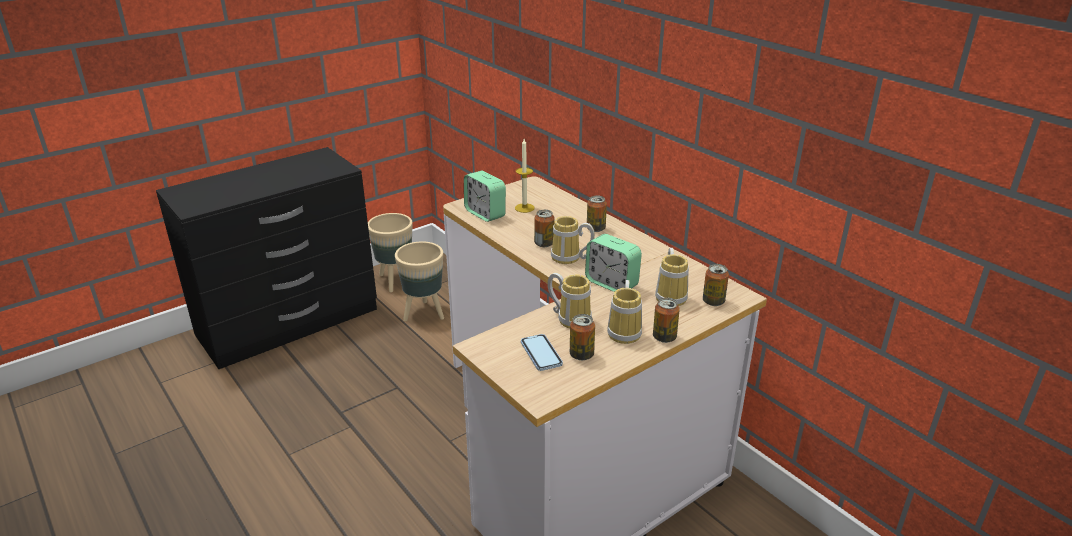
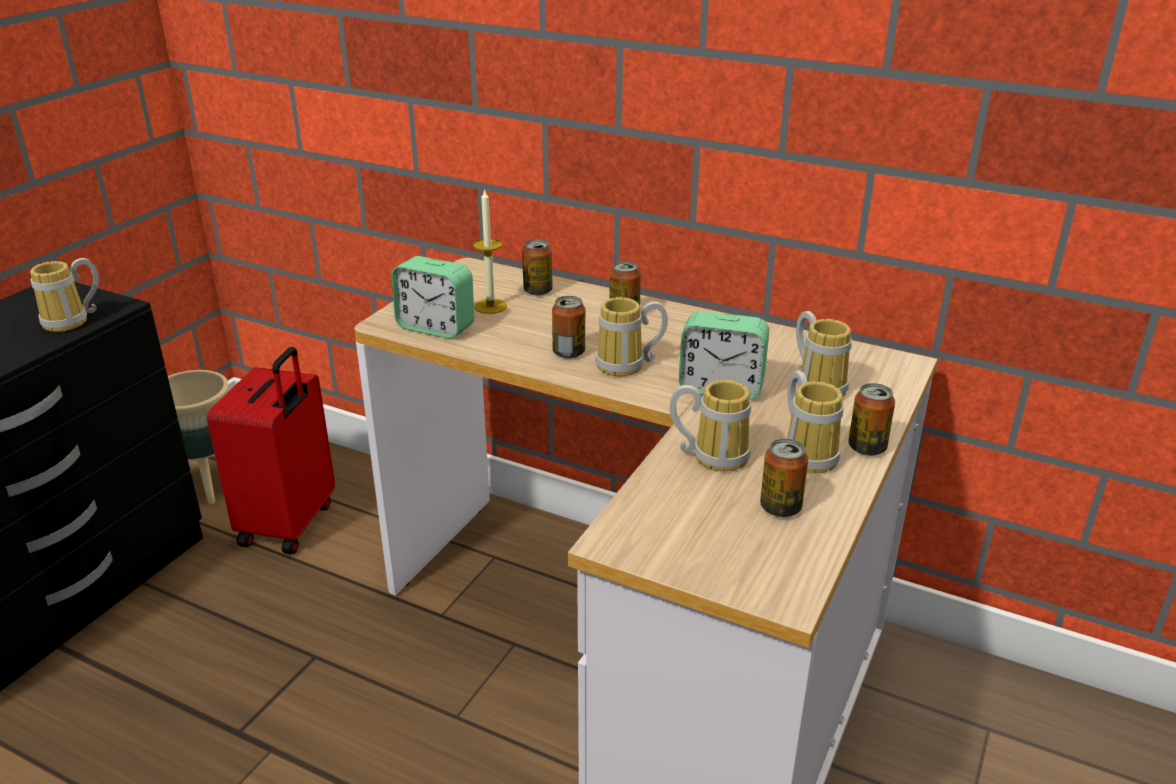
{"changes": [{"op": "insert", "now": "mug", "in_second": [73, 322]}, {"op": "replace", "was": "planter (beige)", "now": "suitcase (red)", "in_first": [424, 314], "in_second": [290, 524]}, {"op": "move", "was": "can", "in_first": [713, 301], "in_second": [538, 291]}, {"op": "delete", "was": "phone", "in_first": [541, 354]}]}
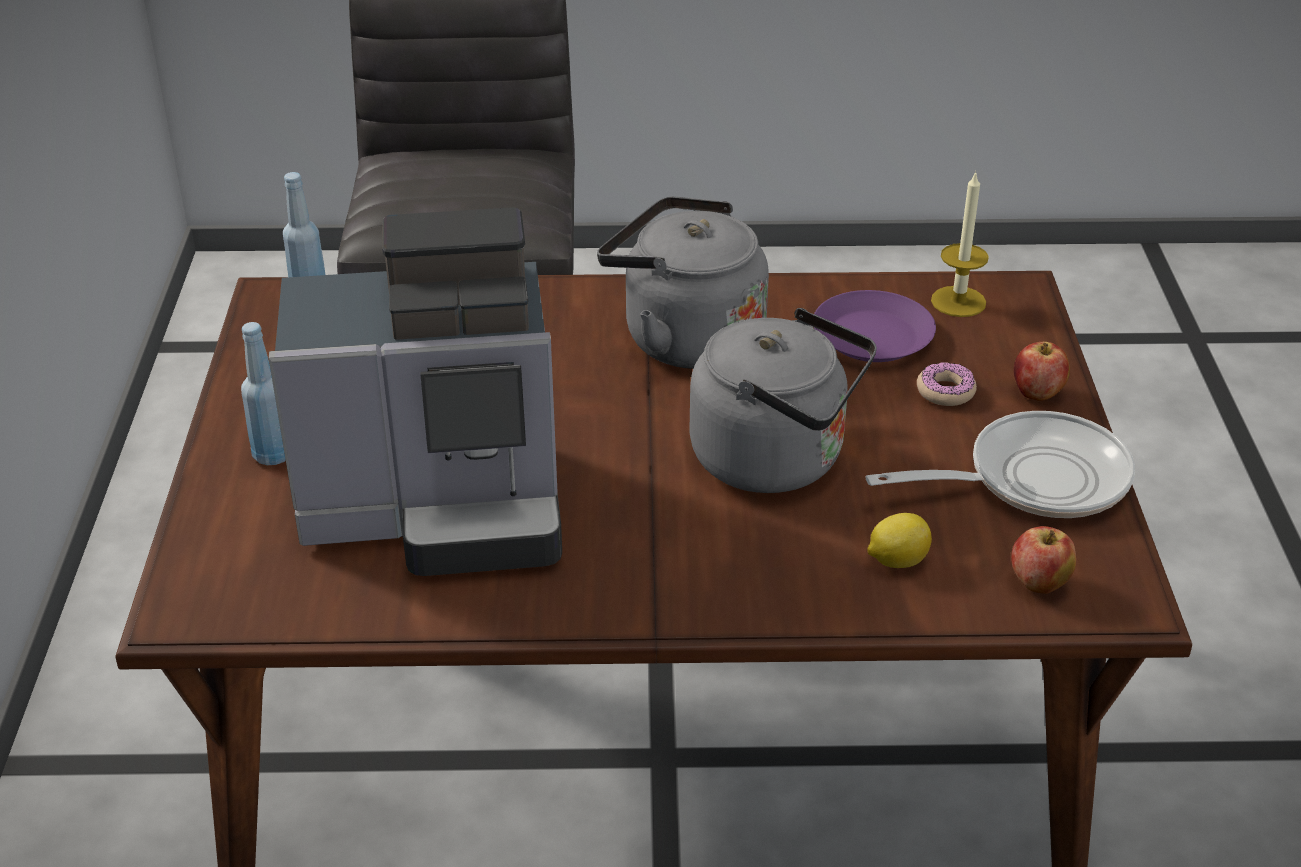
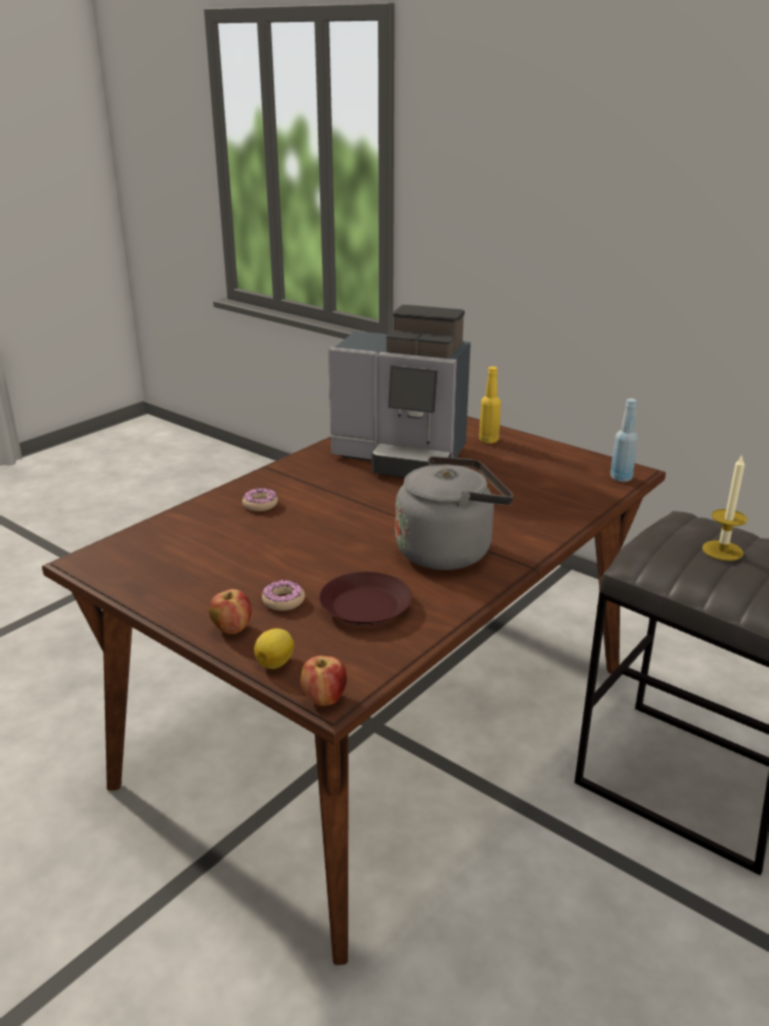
{"changes": [{"op": "insert", "now": "donut", "in_second": [260, 504]}, {"op": "move", "was": "lemon", "in_first": [896, 560], "in_second": [276, 663]}, {"op": "move", "was": "apple", "in_first": [1038, 584], "in_second": [324, 698]}, {"op": "recolor", "was": "plate (purple)", "now": "plate (brown)", "in_first": [872, 336], "in_second": [366, 606]}, {"op": "rotate", "was": "coffee machine", "in_first": [441, 507], "in_second": [403, 457], "clockwise": -105}, {"op": "recolor", "was": "bottle (blue)", "now": "bottle (yellow)", "in_first": [272, 455], "in_second": [488, 440]}, {"op": "move", "was": "candle", "in_first": [958, 301], "in_second": [722, 550]}, {"op": "delete", "was": "kettle (grey)", "in_first": [777, 460]}, {"op": "delete", "was": "frying pan", "in_first": [1033, 479]}]}
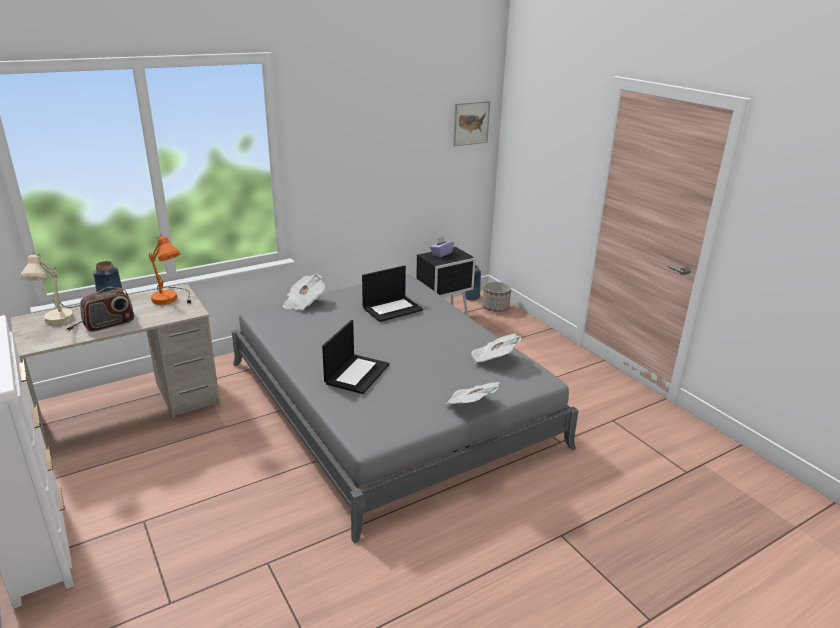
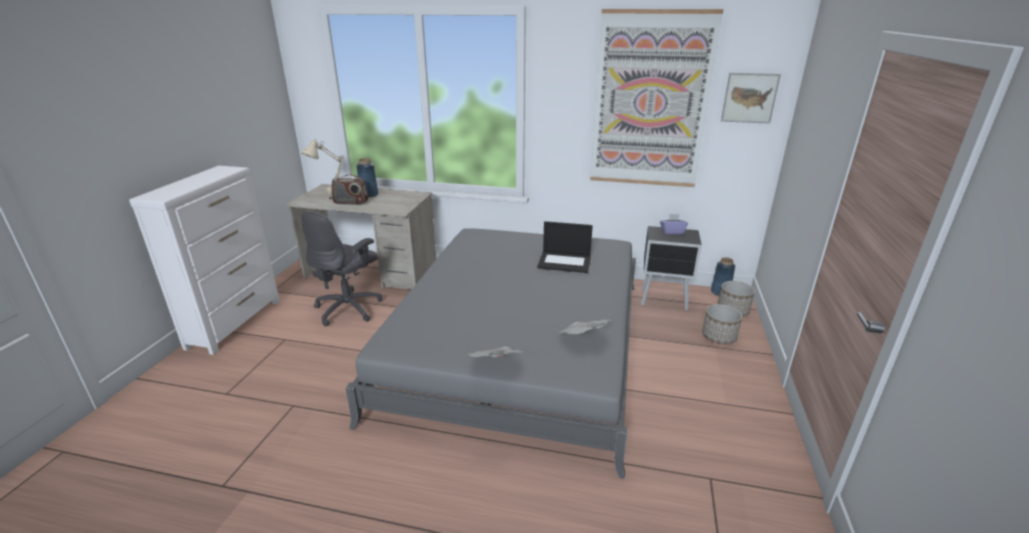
{"changes": [{"op": "insert", "now": "office chair (grey)", "in_second": [349, 308]}, {"op": "insert", "now": "picture", "in_second": [650, 102]}, {"op": "insert", "now": "planter", "in_second": [719, 336]}, {"op": "delete", "was": "table lamp (orange)", "in_first": [173, 299]}, {"op": "delete", "was": "newspaper", "in_first": [303, 303]}, {"op": "delete", "was": "laptop", "in_first": [357, 373]}]}
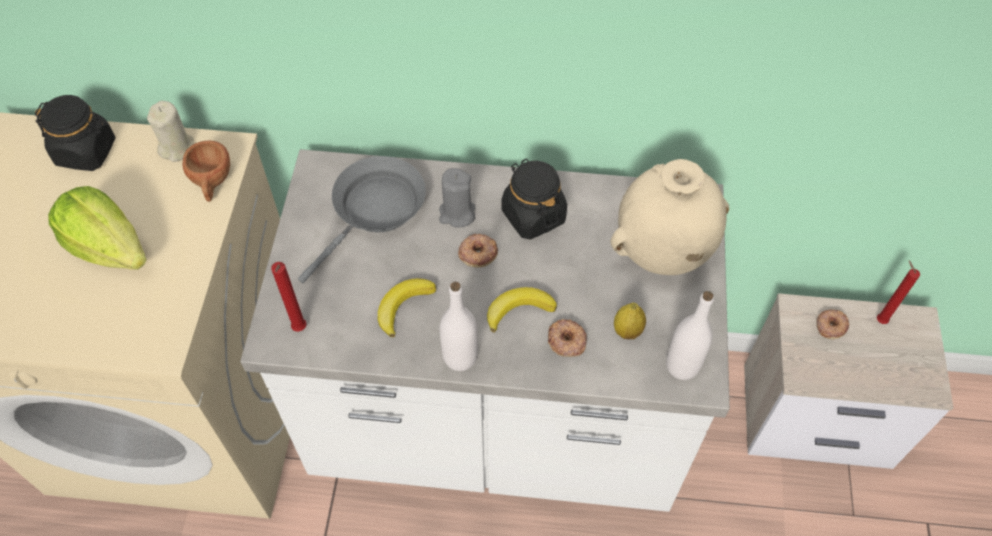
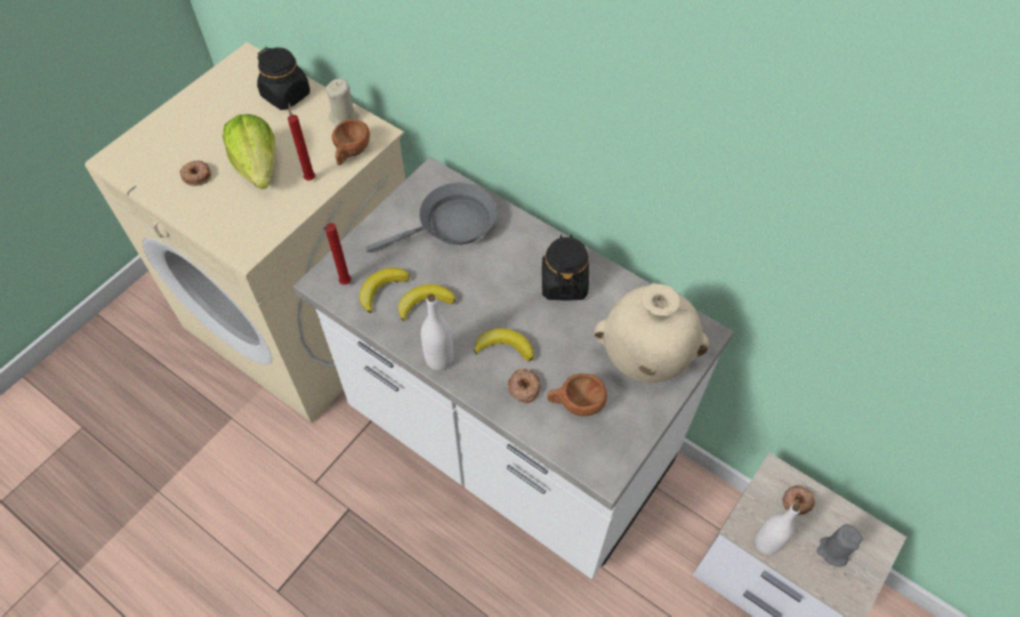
{"changes": [{"op": "move", "was": "donut", "in_first": [477, 252], "in_second": [196, 175]}, {"op": "move", "was": "candle (red)", "in_first": [879, 319], "in_second": [310, 178]}, {"op": "insert", "now": "banana", "in_second": [382, 289]}, {"op": "replace", "was": "lemon", "now": "cup (brown)", "in_first": [627, 330], "in_second": [575, 404]}, {"op": "move", "was": "bottle (white)", "in_first": [682, 366], "in_second": [766, 543]}, {"op": "move", "was": "candle (grey)", "in_first": [457, 214], "in_second": [833, 551]}]}
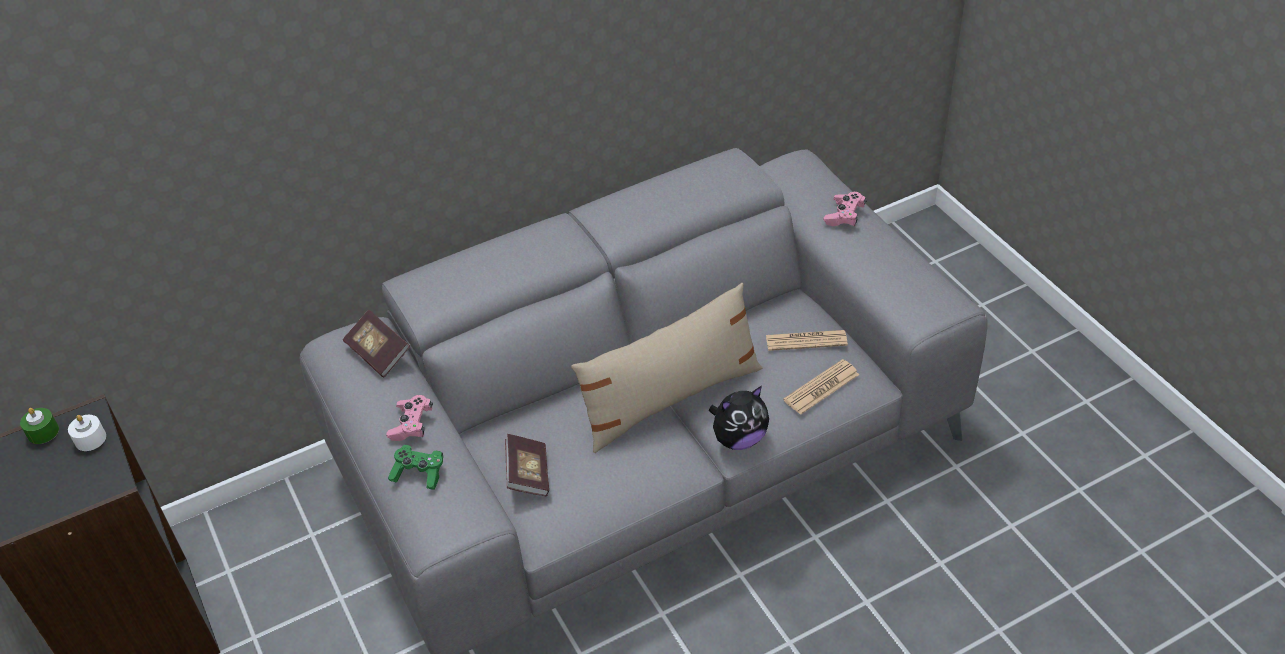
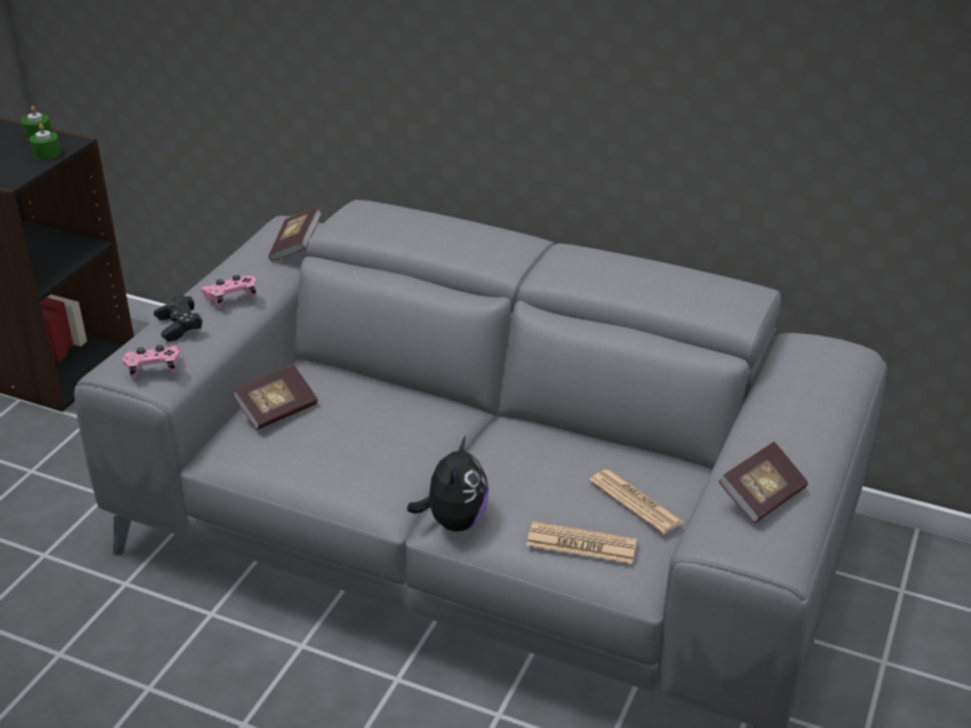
{"changes": [{"op": "recolor", "was": "candle (white)", "now": "candle (green)", "in_first": [90, 439], "in_second": [47, 153]}, {"op": "move", "was": "game controller (pink)", "in_first": [844, 216], "in_second": [153, 369]}, {"op": "recolor", "was": "game controller (green)", "now": "game controller (black)", "in_first": [419, 473], "in_second": [179, 326]}, {"op": "rotate", "was": "plush toy", "in_first": [739, 438], "in_second": [454, 521], "clockwise": -105}, {"op": "insert", "now": "book", "in_second": [761, 497]}, {"op": "delete", "was": "pillow (beige)", "in_first": [670, 399]}]}
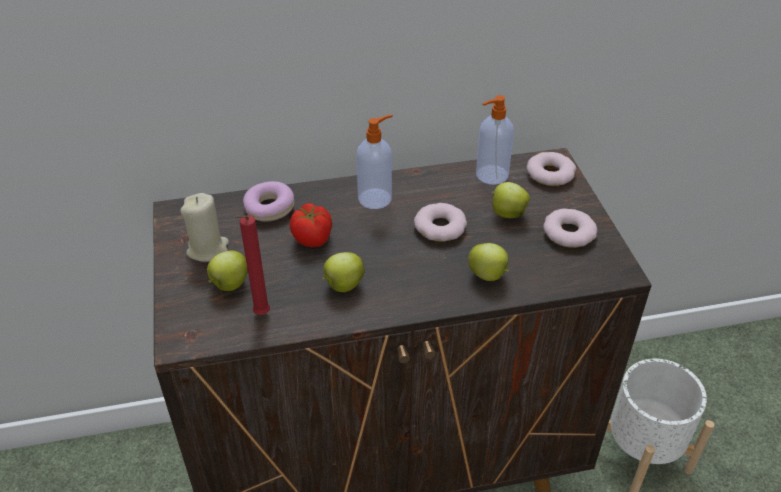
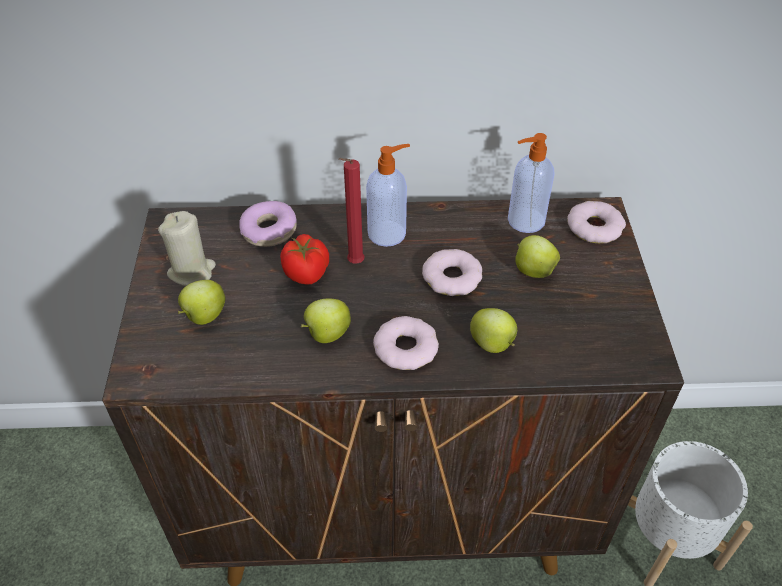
{"changes": [{"op": "move", "was": "candle (red)", "in_first": [260, 315], "in_second": [353, 264]}, {"op": "move", "was": "donut", "in_first": [568, 232], "in_second": [405, 348]}]}
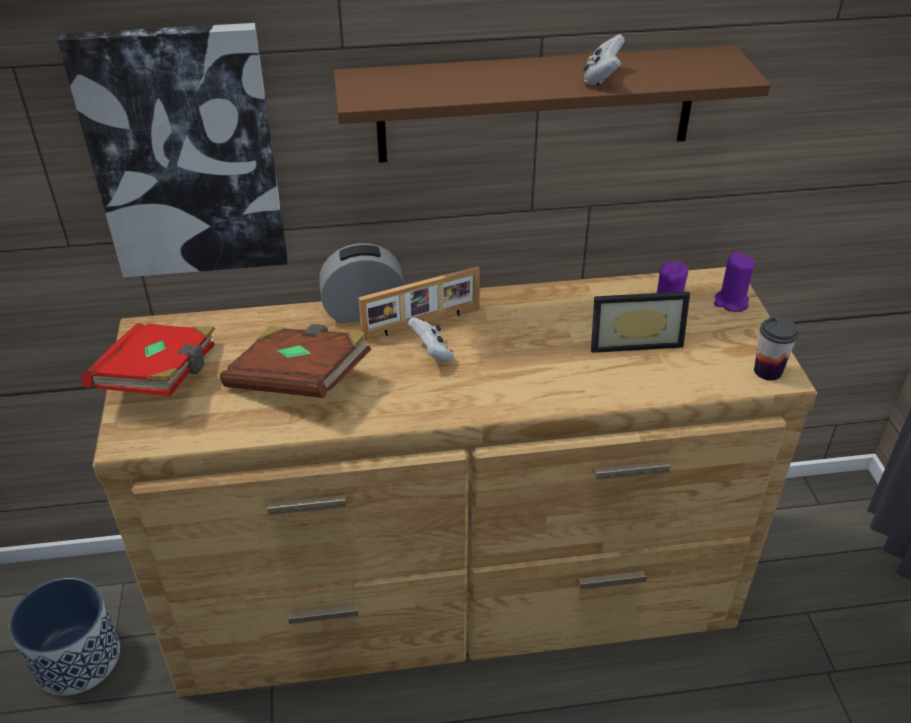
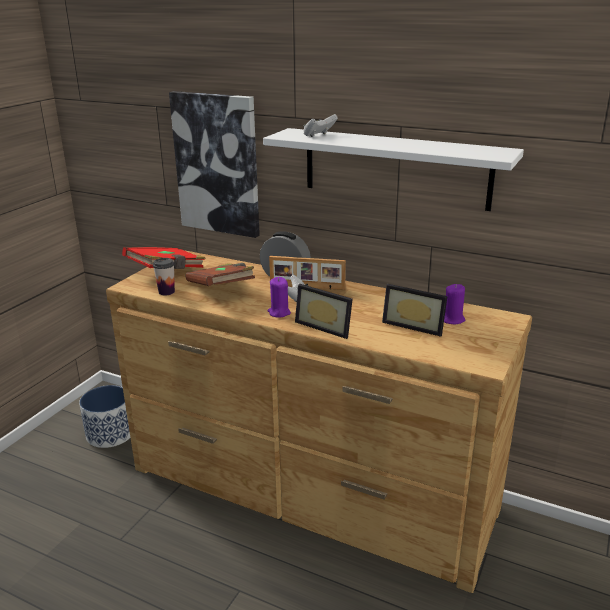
{"changes": [{"op": "move", "was": "cup", "in_first": [767, 371], "in_second": [166, 292]}, {"op": "recolor", "was": "shelf (brown)", "now": "shelf (white)", "in_first": [536, 105], "in_second": [395, 168]}, {"op": "move", "was": "candle (purple)", "in_first": [731, 302], "in_second": [279, 312]}, {"op": "insert", "now": "picture frame", "in_second": [326, 326]}, {"op": "move", "was": "game controller (white)", "in_first": [601, 78], "in_second": [319, 135]}]}
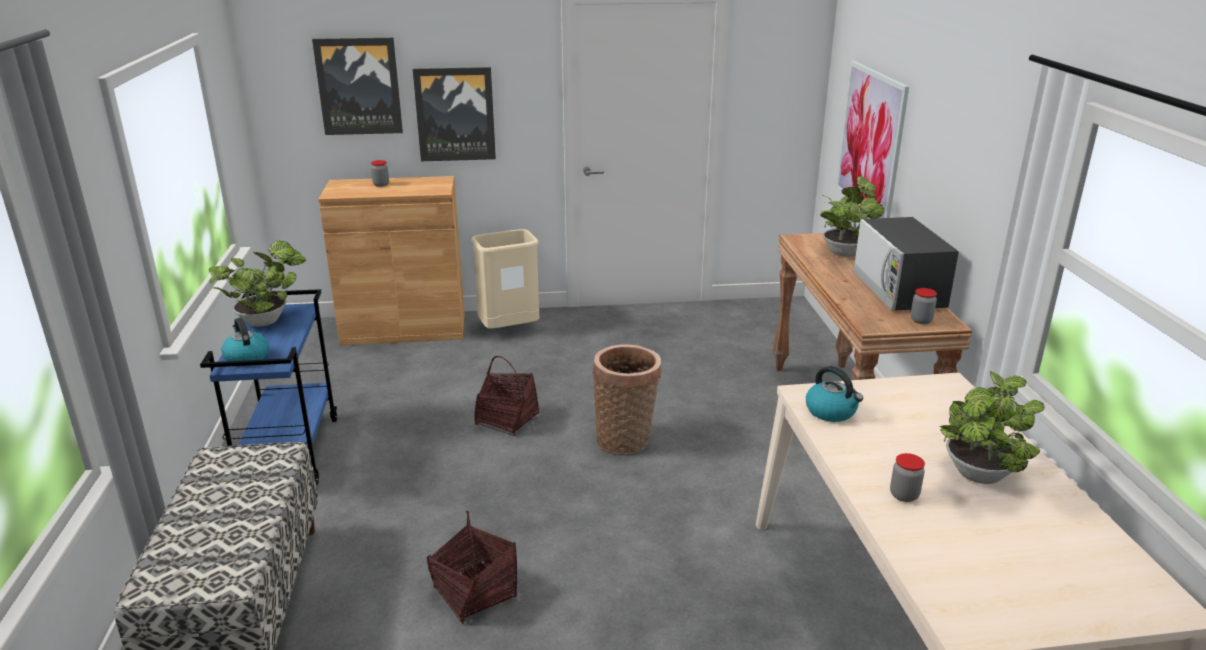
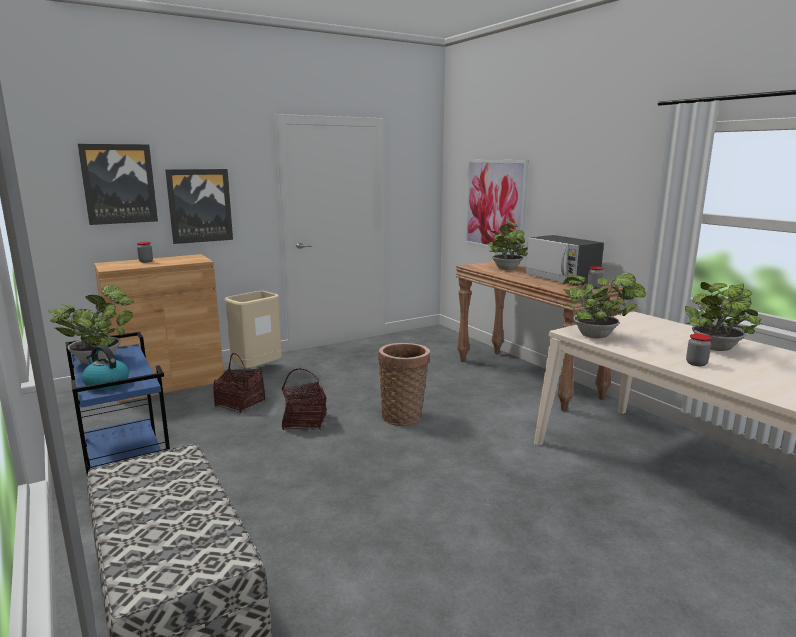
{"changes": [{"op": "move", "was": "basket", "in_first": [475, 592], "in_second": [240, 403]}, {"op": "replace", "was": "kettle", "now": "potted plant", "in_first": [831, 411], "in_second": [598, 336]}]}
